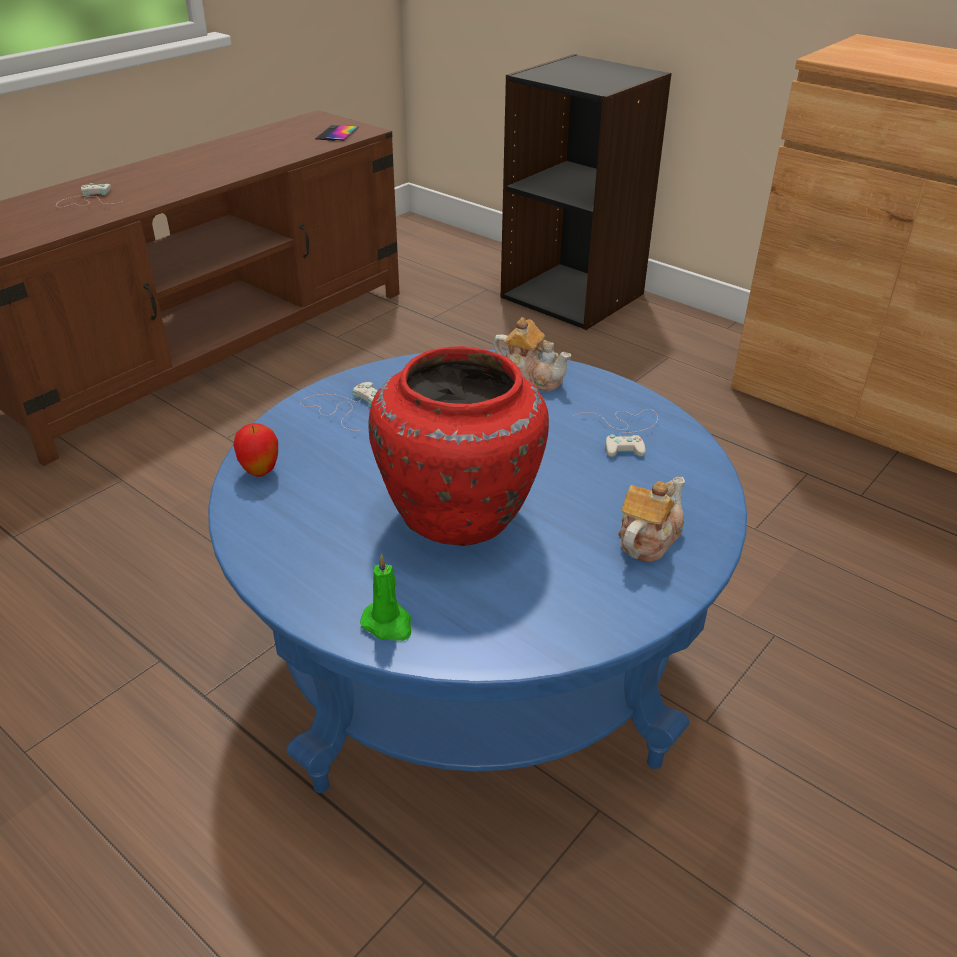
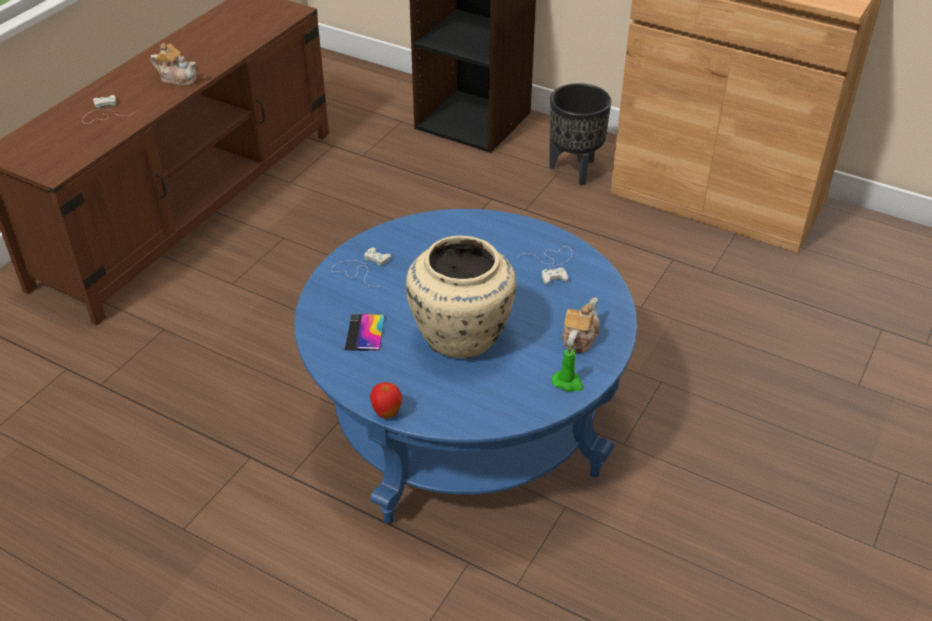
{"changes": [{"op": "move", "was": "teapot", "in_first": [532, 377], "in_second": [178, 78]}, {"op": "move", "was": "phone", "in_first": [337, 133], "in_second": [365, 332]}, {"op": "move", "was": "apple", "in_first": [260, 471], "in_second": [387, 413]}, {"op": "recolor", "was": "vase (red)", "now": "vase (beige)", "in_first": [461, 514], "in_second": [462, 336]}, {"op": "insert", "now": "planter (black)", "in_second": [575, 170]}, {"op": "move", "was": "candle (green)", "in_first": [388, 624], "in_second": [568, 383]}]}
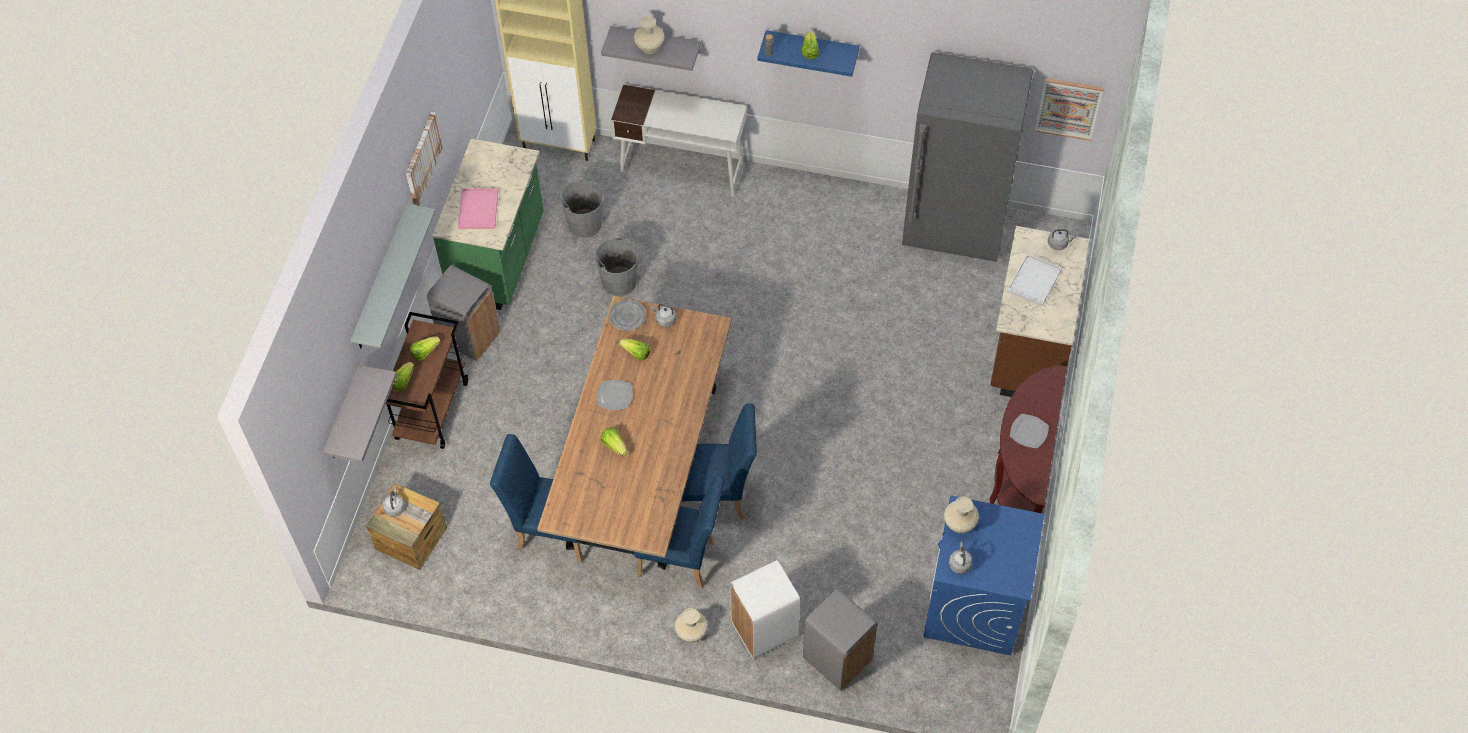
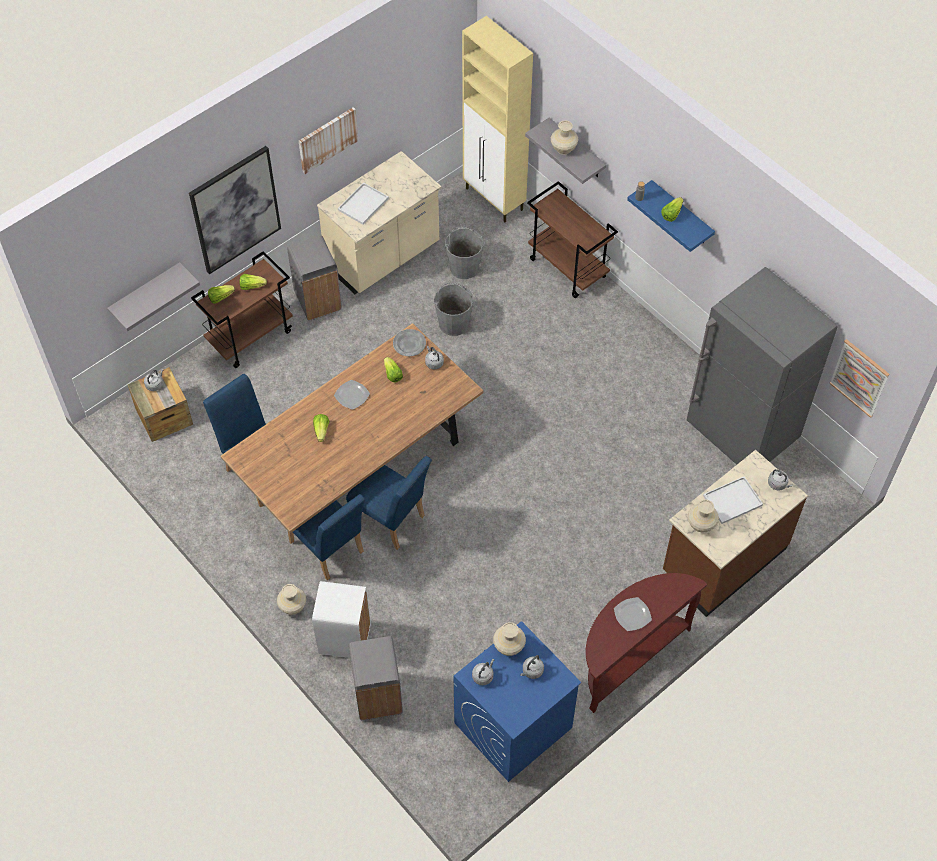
{"changes": [{"op": "replace", "was": "shelf (grey)", "now": "picture", "in_first": [381, 279], "in_second": [235, 210]}, {"op": "recolor", "was": "counter (green)", "now": "counter (beige)", "in_first": [499, 259], "in_second": [384, 258]}, {"op": "recolor", "was": "tray (pink)", "now": "tray (white)", "in_first": [477, 208], "in_second": [363, 203]}, {"op": "insert", "now": "kettle (grey)", "in_second": [532, 671]}, {"op": "replace", "was": "desk (white)", "now": "cart (brown)", "in_first": [682, 170], "in_second": [568, 268]}, {"op": "insert", "now": "vase (beige)", "in_second": [700, 525]}]}
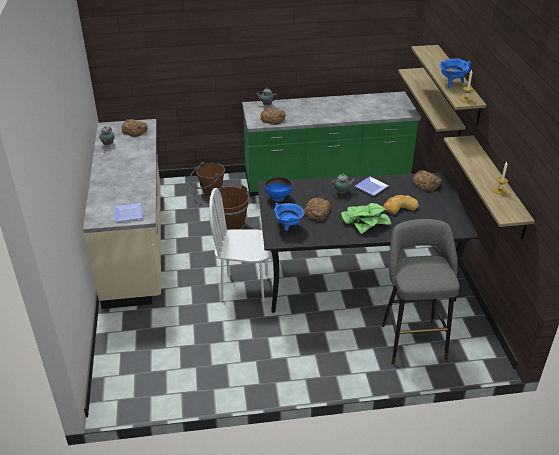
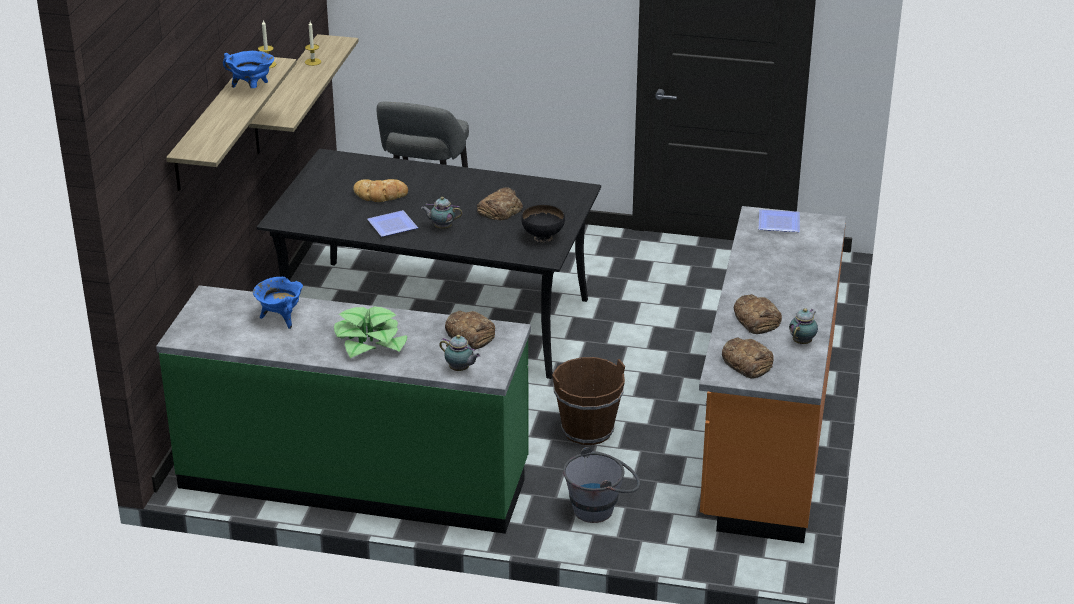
{"changes": [{"op": "move", "was": "cooking pot (blue)", "in_first": [288, 227], "in_second": [280, 318]}, {"op": "move", "was": "potted plant", "in_first": [365, 222], "in_second": [370, 342]}, {"op": "recolor", "was": "bowl (blue)", "now": "bowl (black)", "in_first": [278, 198], "in_second": [542, 237]}, {"op": "recolor", "was": "bucket (brown)", "now": "bucket (grey)", "in_first": [208, 191], "in_second": [601, 508]}, {"op": "recolor", "was": "counter (beige)", "now": "counter (orange)", "in_first": [136, 244], "in_second": [766, 433]}, {"op": "move", "was": "bread", "in_first": [426, 183], "in_second": [756, 319]}, {"op": "delete", "was": "chair (white)", "in_first": [245, 286]}, {"op": "delete", "was": "shelf", "in_first": [441, 106]}]}
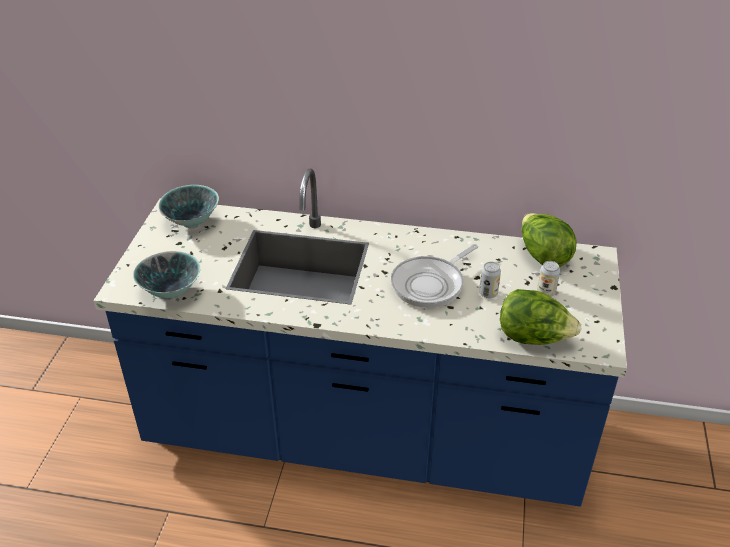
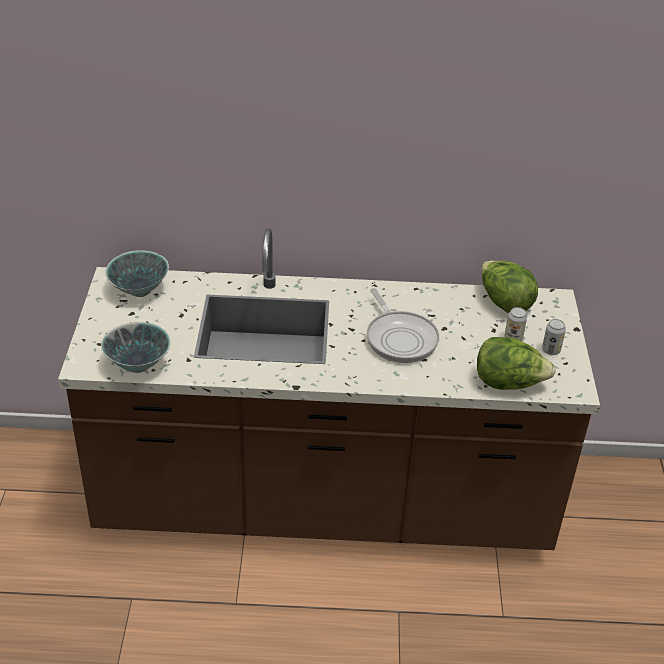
{"changes": [{"op": "recolor", "was": "counter (blue)", "now": "counter (brown)", "in_first": [365, 437], "in_second": [324, 504]}, {"op": "rotate", "was": "frying pan", "in_first": [431, 284], "in_second": [400, 338], "clockwise": -60}, {"op": "move", "was": "can", "in_first": [488, 293], "in_second": [551, 350]}]}
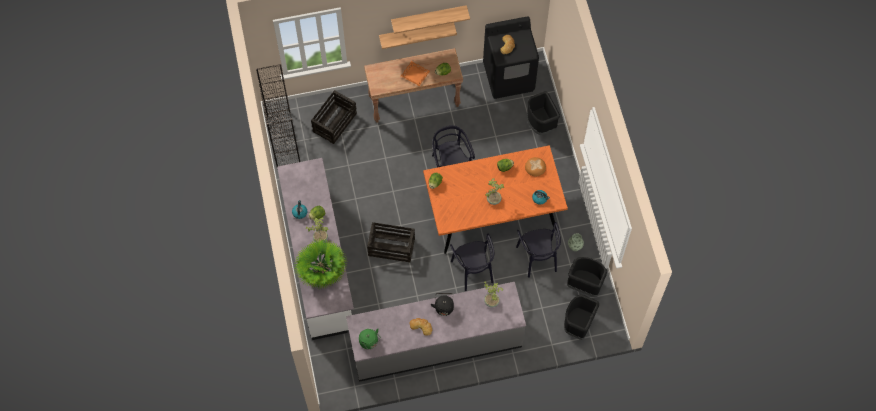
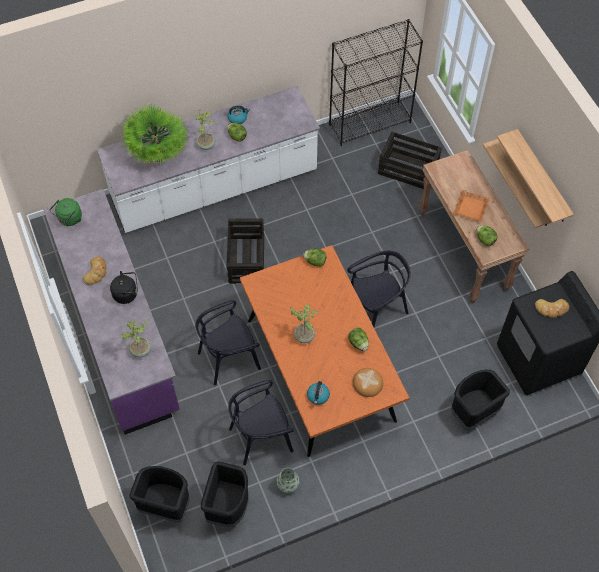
{"changes": [{"op": "recolor", "was": "counter (grey)", "now": "counter (purple)", "in_first": [436, 343], "in_second": [120, 330]}]}
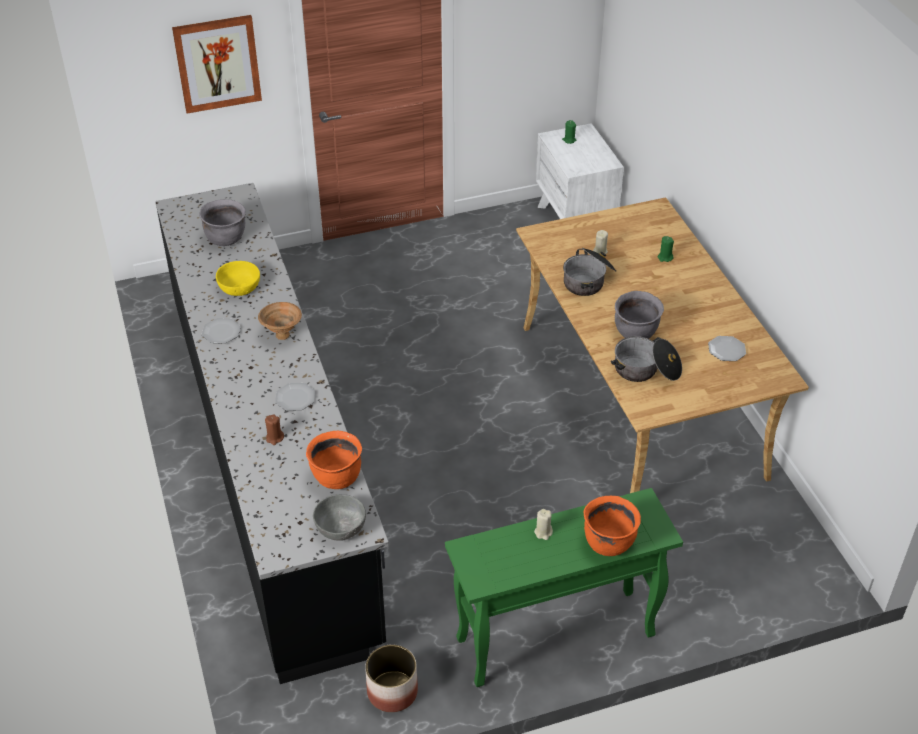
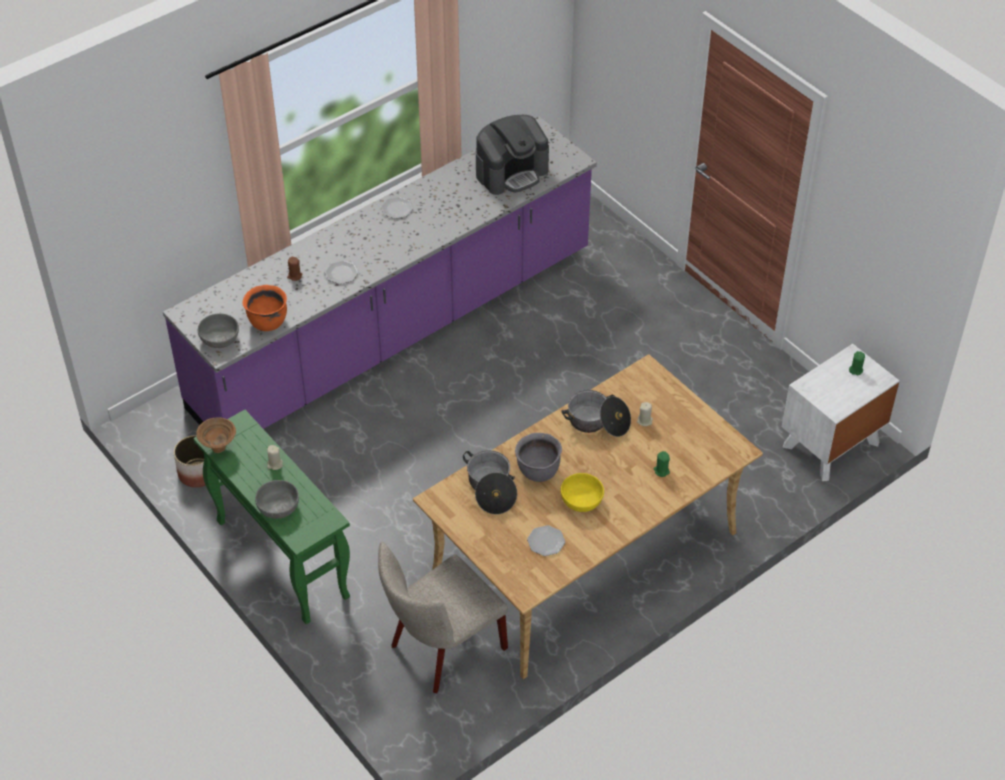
{"changes": [{"op": "recolor", "was": "counter (black)", "now": "counter (purple)", "in_first": [272, 462], "in_second": [394, 330]}, {"op": "move", "was": "bowl (brown)", "in_first": [281, 335], "in_second": [218, 447]}, {"op": "replace", "was": "cooking pot (orange)", "now": "bowl (grey)", "in_first": [608, 542], "in_second": [278, 507]}, {"op": "insert", "now": "chair (beige)", "in_second": [442, 649]}, {"op": "replace", "was": "cooking pot (grey)", "now": "coffee machine", "in_first": [226, 238], "in_second": [511, 172]}, {"op": "move", "was": "bowl (yellow)", "in_first": [239, 287], "in_second": [582, 500]}, {"op": "delete", "was": "picture", "in_first": [217, 63]}]}
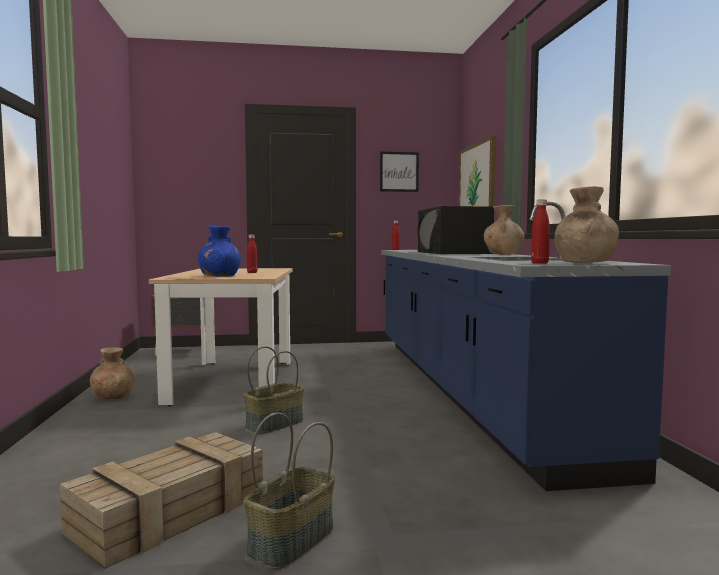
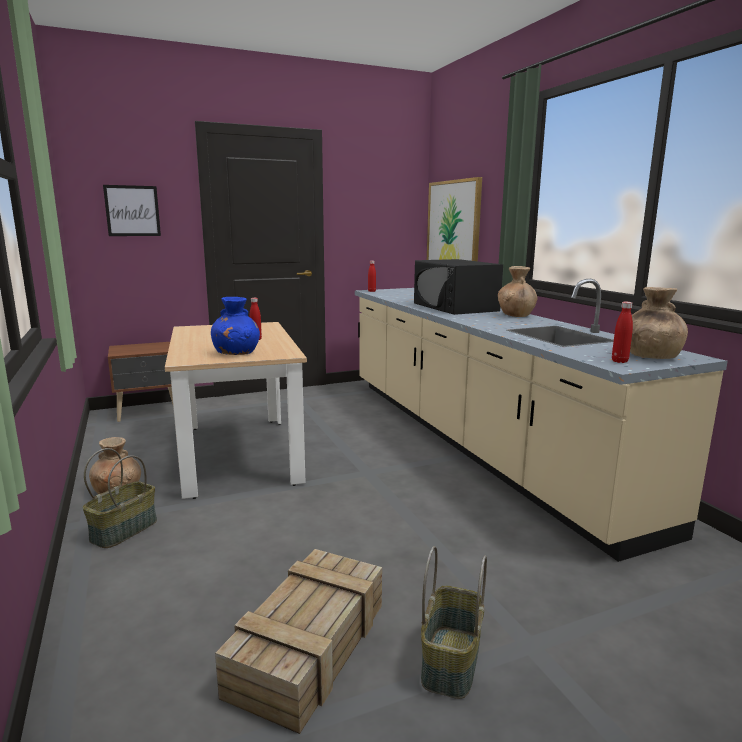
{"changes": [{"op": "move", "was": "basket", "in_first": [274, 424], "in_second": [124, 530]}, {"op": "move", "was": "picture", "in_first": [399, 172], "in_second": [132, 211]}, {"op": "recolor", "was": "counter (blue)", "now": "counter (beige)", "in_first": [465, 388], "in_second": [472, 440]}]}
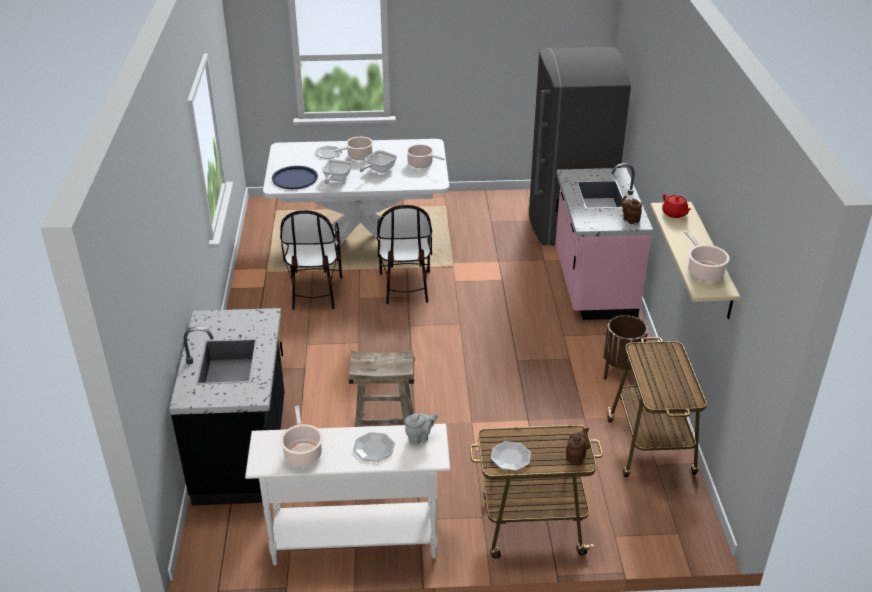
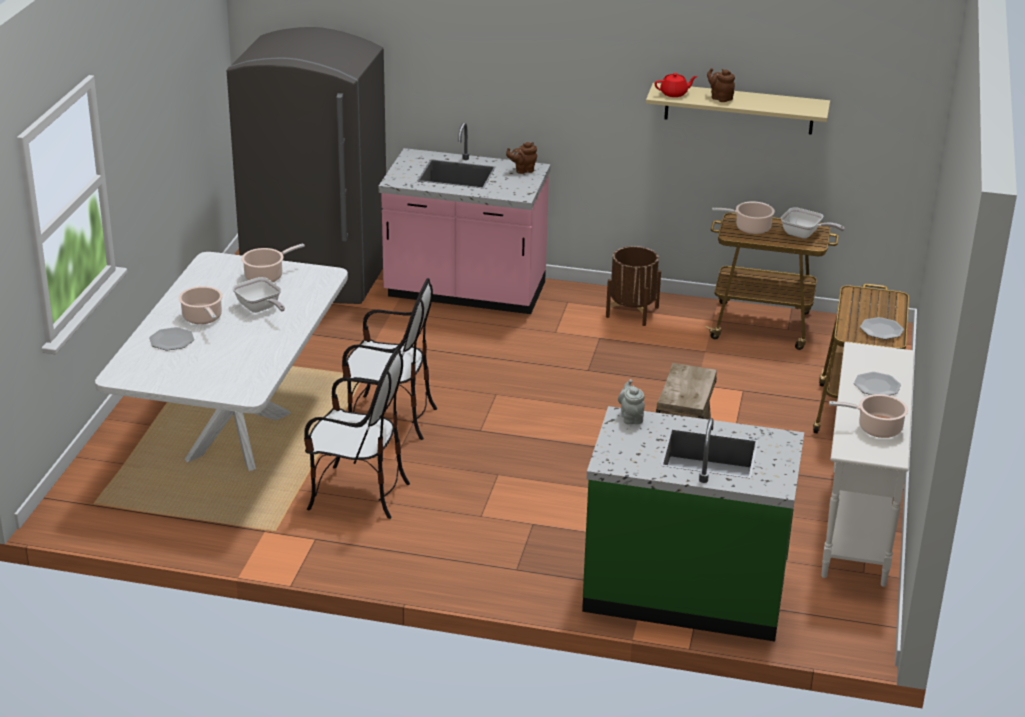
{"changes": [{"op": "recolor", "was": "counter (black)", "now": "counter (green)", "in_first": [243, 451], "in_second": [685, 591]}, {"op": "move", "was": "teapot (grey)", "in_first": [419, 437], "in_second": [631, 417]}, {"op": "move", "was": "teapot (brown)", "in_first": [576, 456], "in_second": [720, 98]}, {"op": "move", "was": "cooking pot", "in_first": [703, 271], "in_second": [750, 228]}, {"op": "move", "was": "frying pan", "in_first": [336, 180], "in_second": [804, 235]}, {"op": "delete", "was": "tray (blue)", "in_first": [294, 178]}]}
